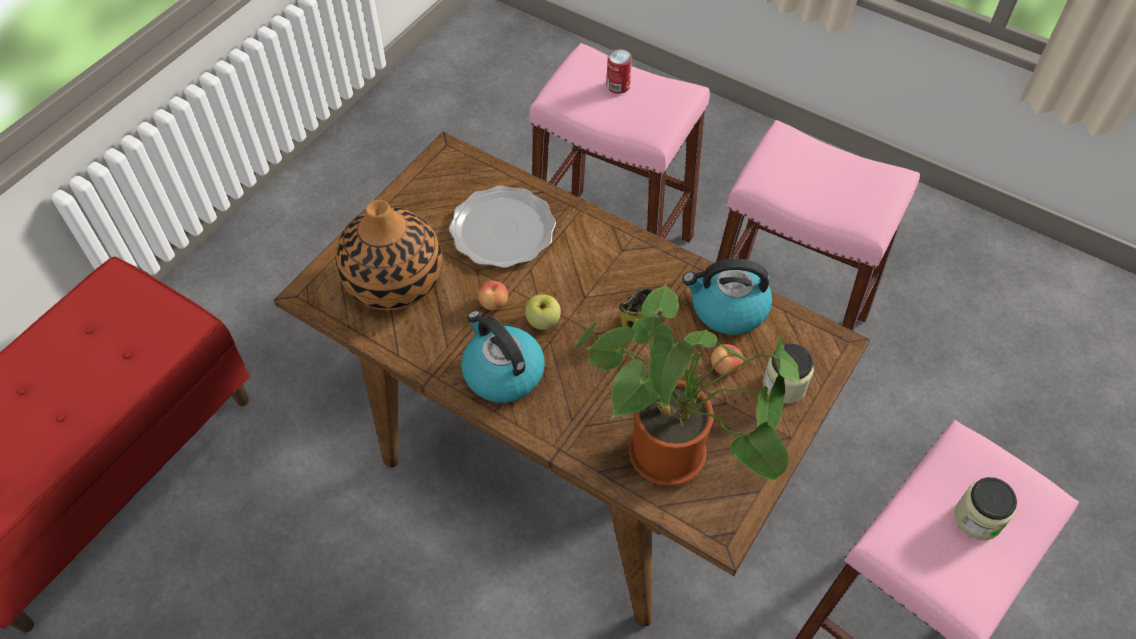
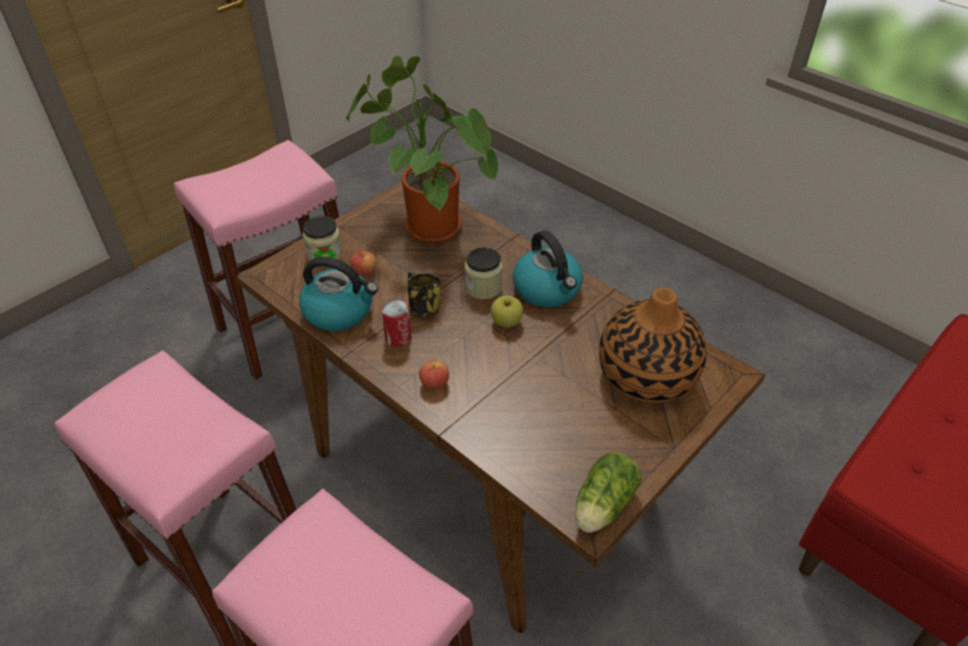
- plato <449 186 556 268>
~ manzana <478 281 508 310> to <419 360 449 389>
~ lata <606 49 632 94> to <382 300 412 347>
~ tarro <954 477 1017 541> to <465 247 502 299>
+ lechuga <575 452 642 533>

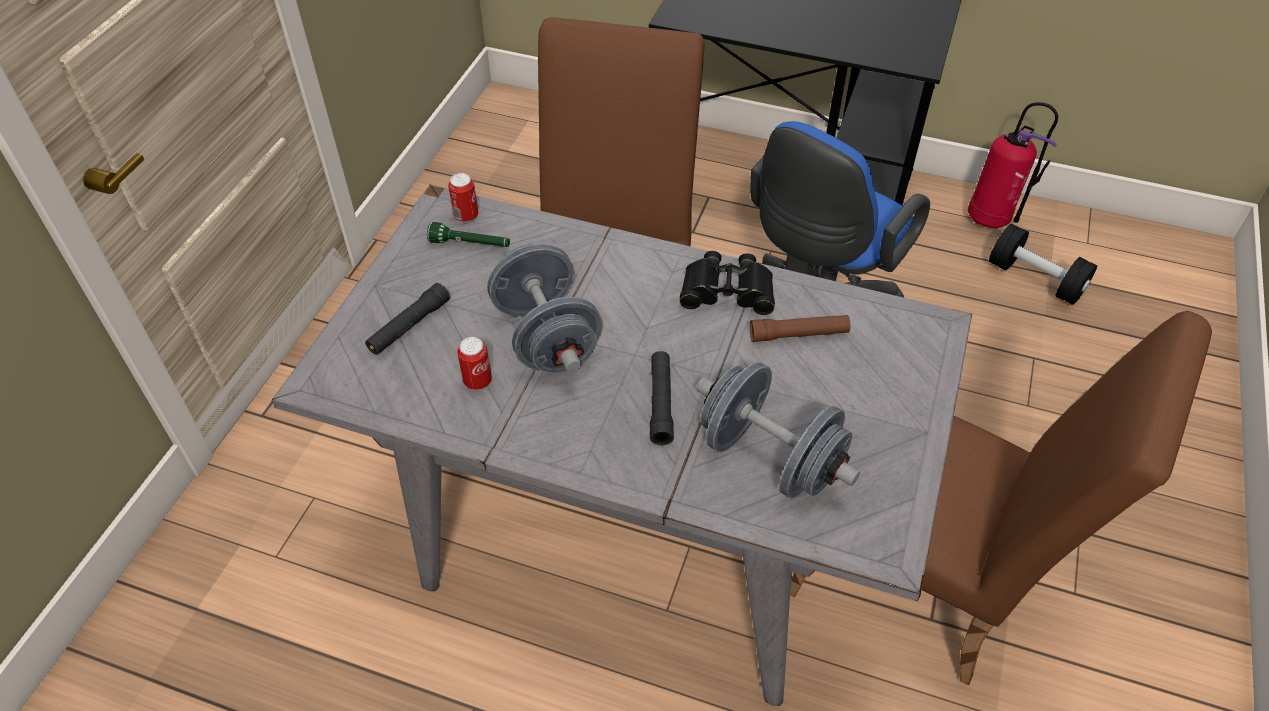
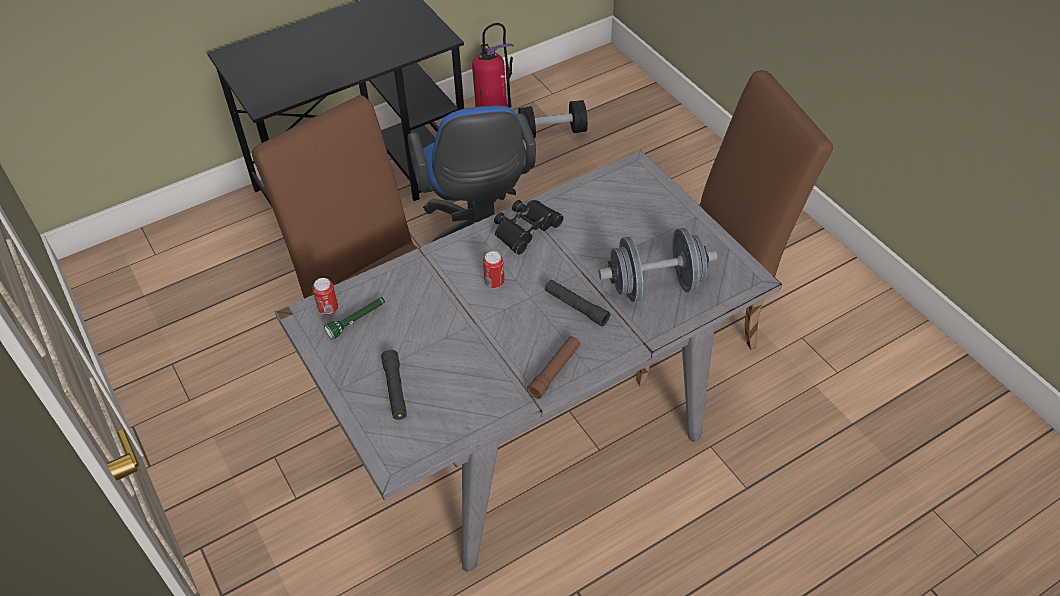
~ lata <457 337 492 390> to <483 251 505 288>
- mancuerna/gris <487 244 603 373>
~ linterna/marrón <750 315 850 342> to <527 336 580 399>

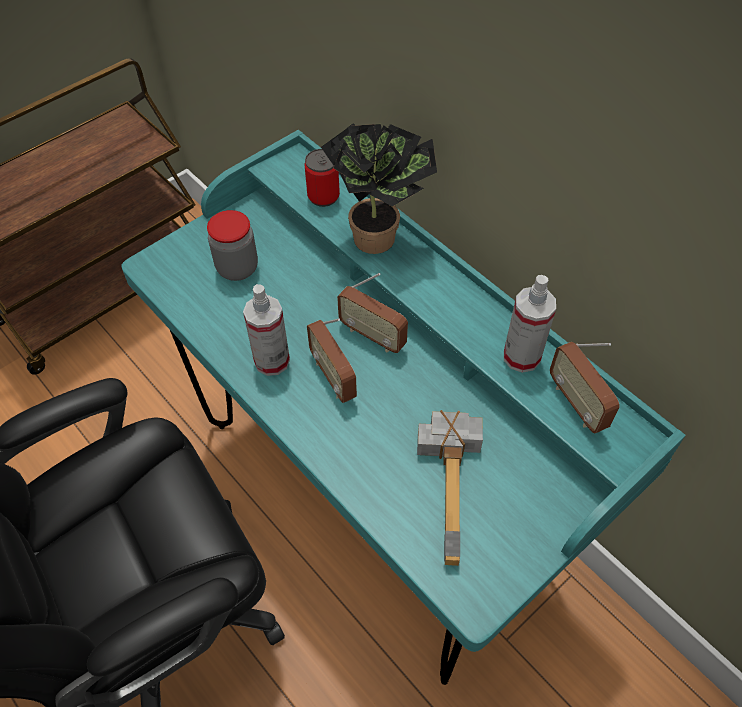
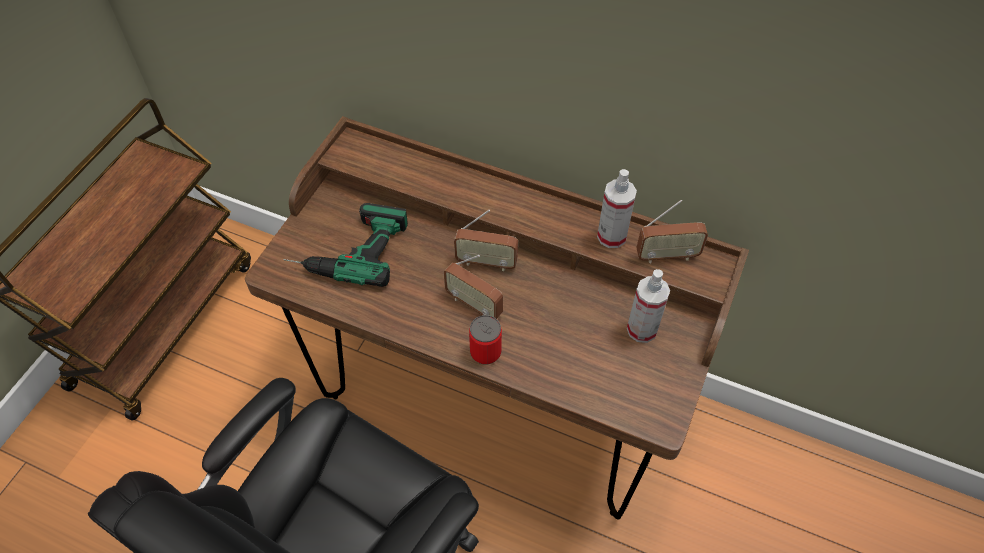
~ escritorio/turquesa <122 130 686 685> to escritorio/marrón <245 116 749 520>
~ tarro <207 210 258 281> to taladro <283 203 408 287>
~ pulverizador <243 284 290 376> to <627 269 670 343>
~ lata <305 149 340 207> to <469 315 502 365>
- planta en maceta <321 124 437 254>
- martillo <417 410 483 566>
~ radio <550 342 619 434> = <636 200 708 263> 45 degrees counterclockwise

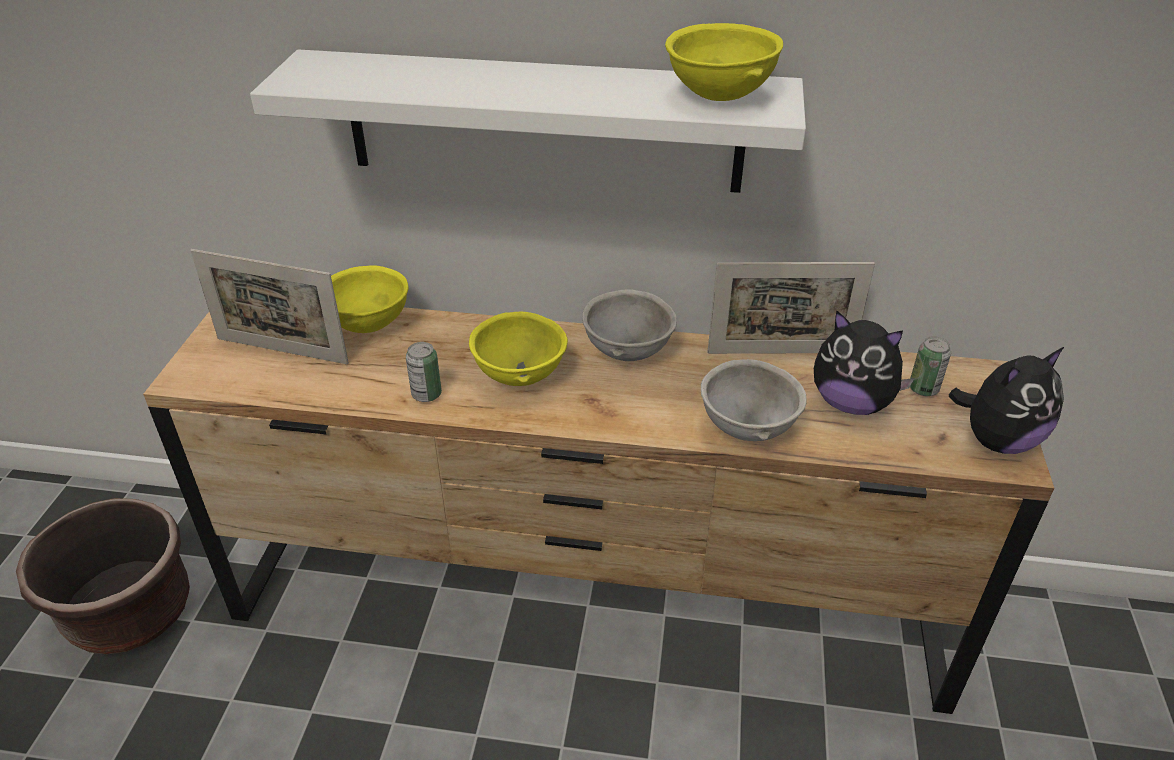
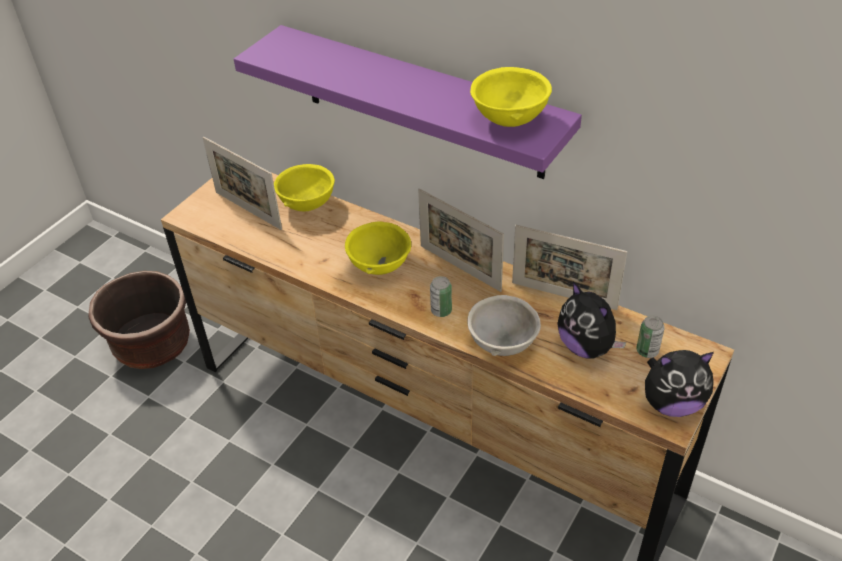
~ estante/blanco <250 49 806 193> to estante/morado <234 25 582 179>
~ lata <406 342 442 402> to <430 276 452 317>
~ cuenco/gris <582 289 677 361> to portarretratos <418 188 504 292>

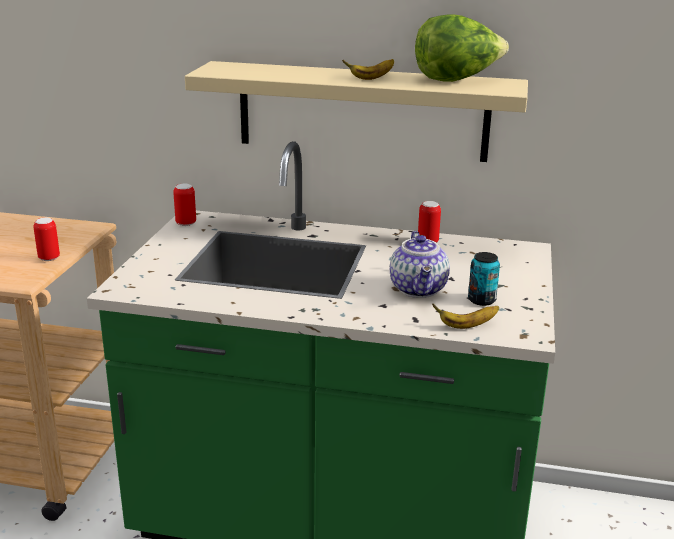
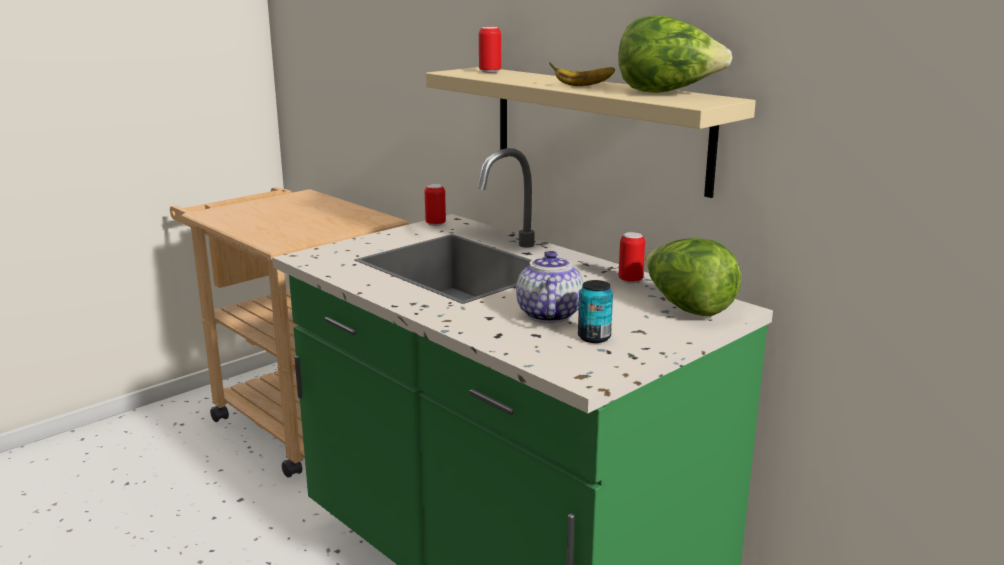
~ lata <33 217 60 261> to <479 27 501 73>
~ tetera <390 231 450 298> = <516 251 584 323> 150 degrees clockwise
- plátano <432 304 499 329>
+ lechuga <645 238 741 316>

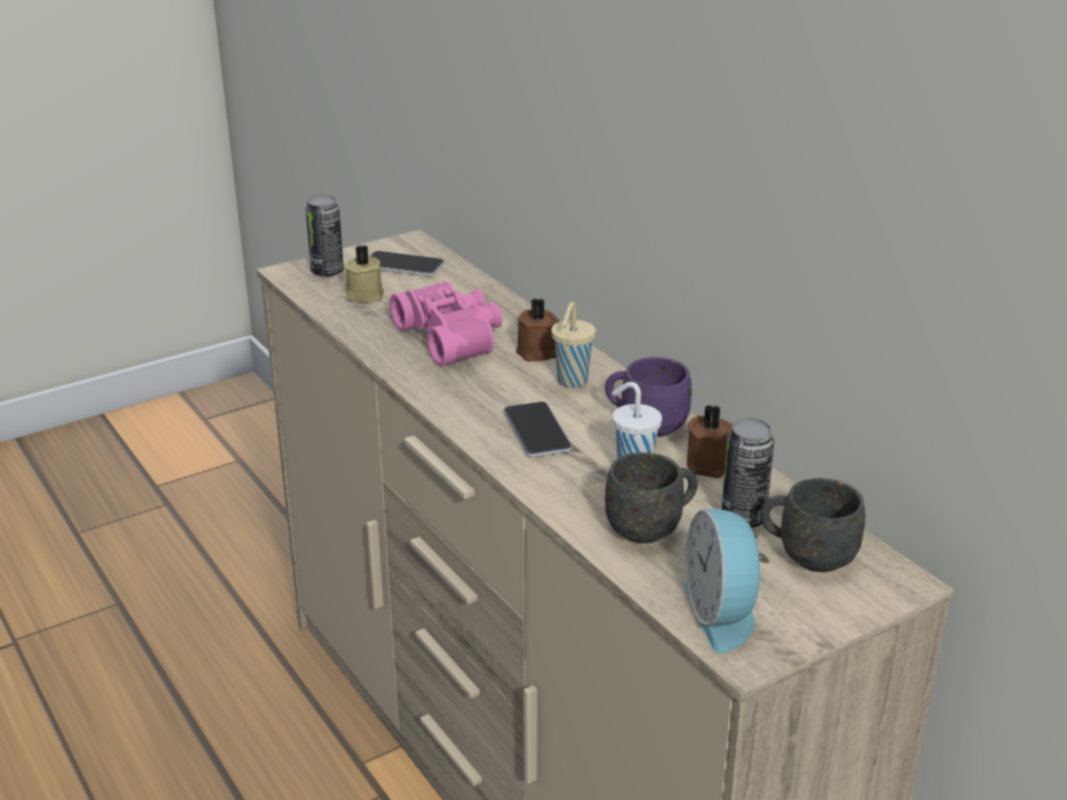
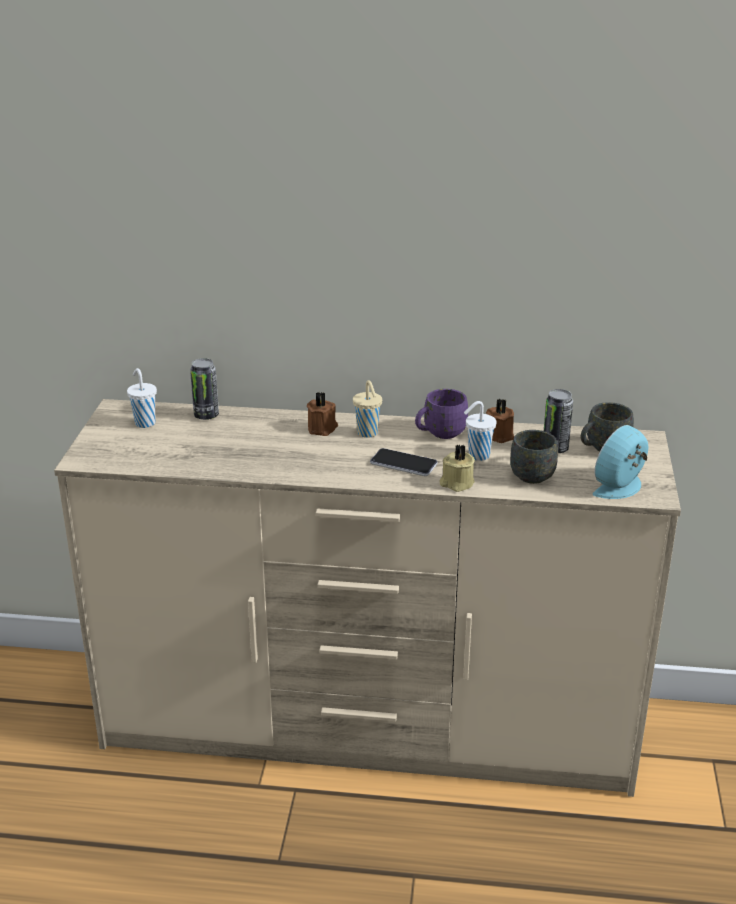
~ lata <305 195 344 277> to <190 358 219 420>
~ vela/beis <344 245 385 303> to <440 444 475 492>
~ móvil <371 251 444 277> to taza/blanco <127 368 157 428>
- prismáticos/rosa <390 281 502 366>
~ despertador <684 509 769 653> = <593 425 649 499> 105 degrees clockwise

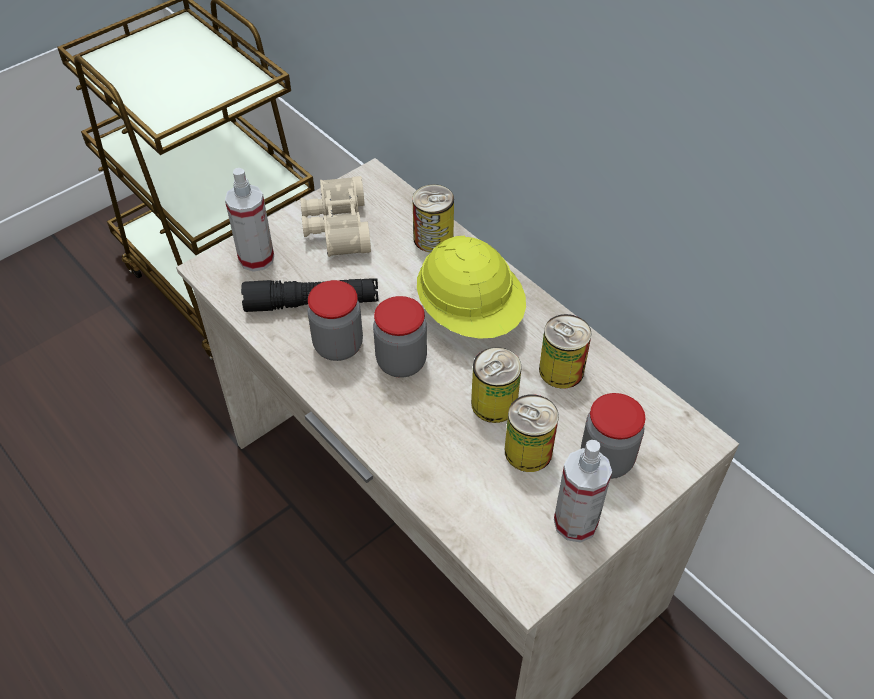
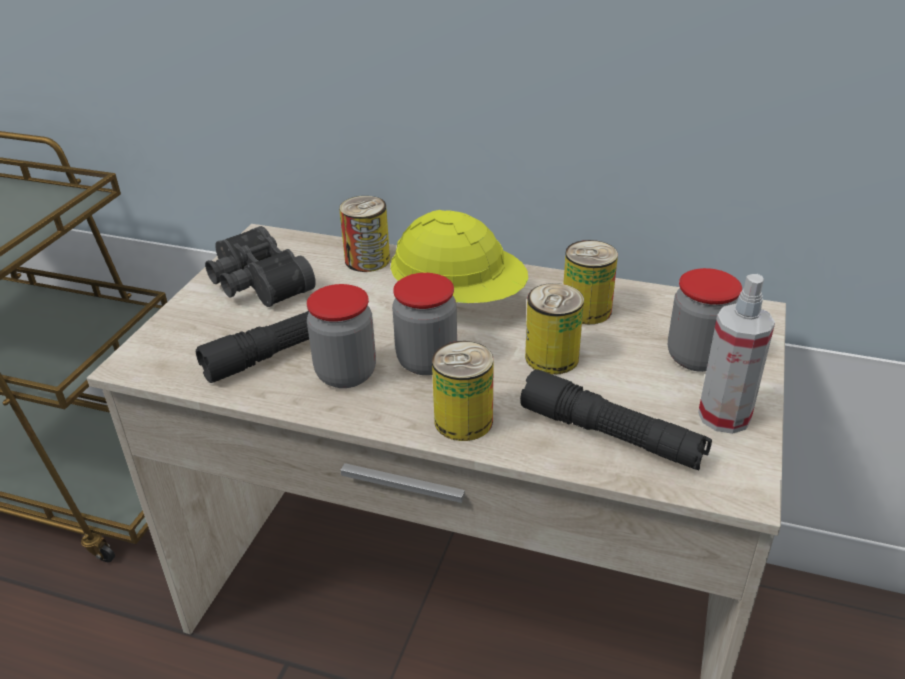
- pulverizador <225 168 274 272>
~ prismáticos/beis <300 176 371 257> to prismáticos/negro <205 226 316 307>
~ lata <505 395 559 472> to <432 341 494 441>
+ linterna/negro <520 369 712 470>

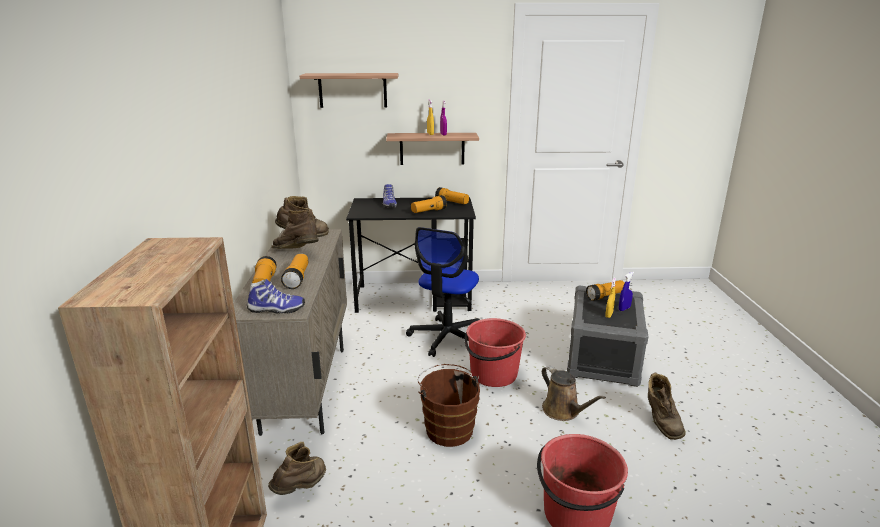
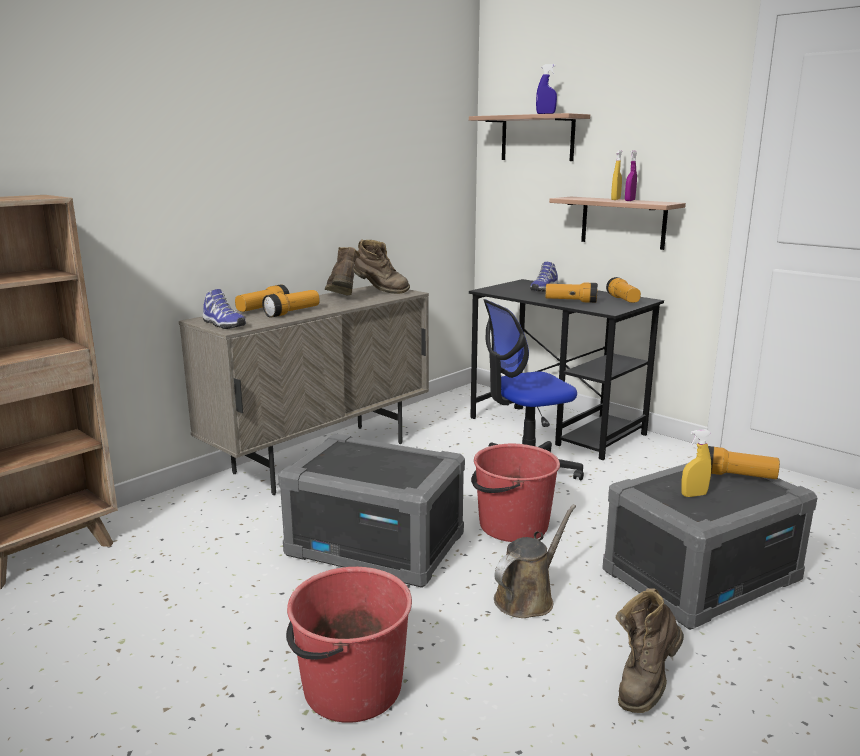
- bota/marrón <268 442 326 495>
~ cubo/marrón <418 364 480 447> to caja de almacenaje/gris <278 433 465 588>
~ regadera/marrón <542 365 606 421> = <494 504 576 618> 150 degrees counterclockwise
~ pulverizador/azul <619 272 634 311> to <536 64 557 114>

